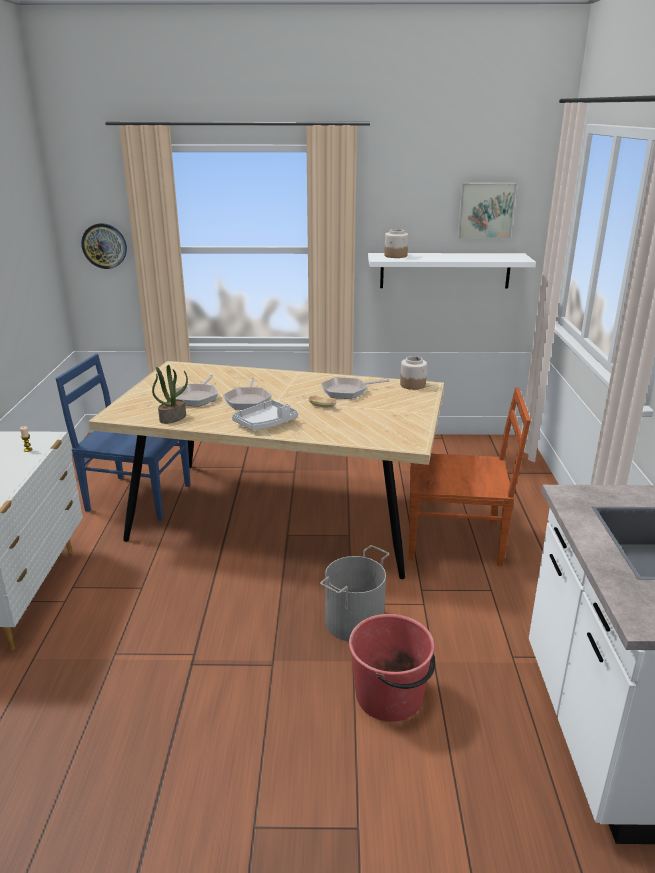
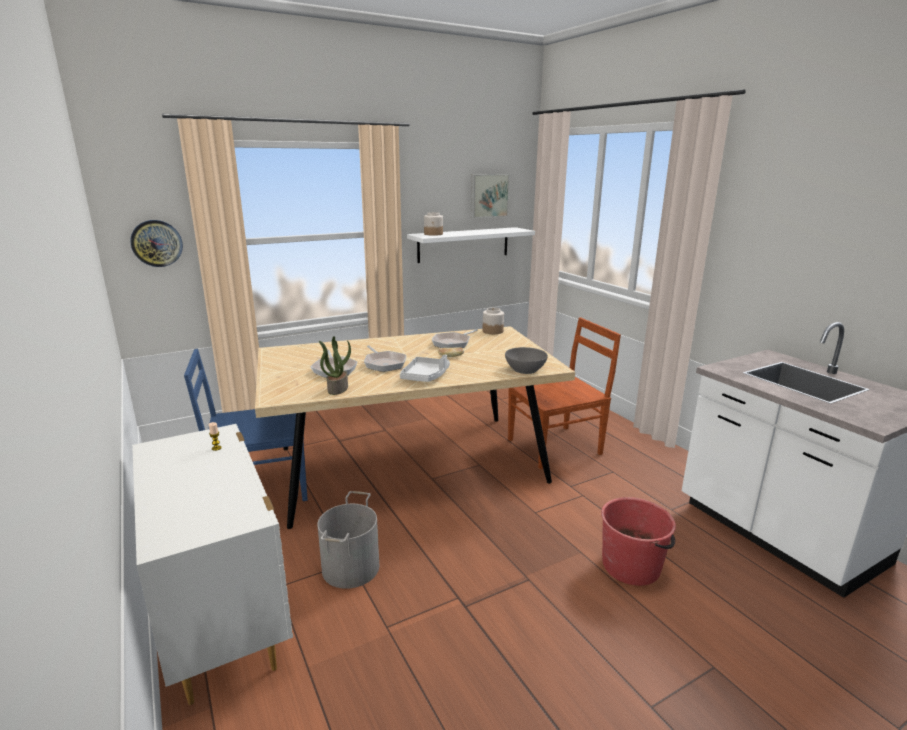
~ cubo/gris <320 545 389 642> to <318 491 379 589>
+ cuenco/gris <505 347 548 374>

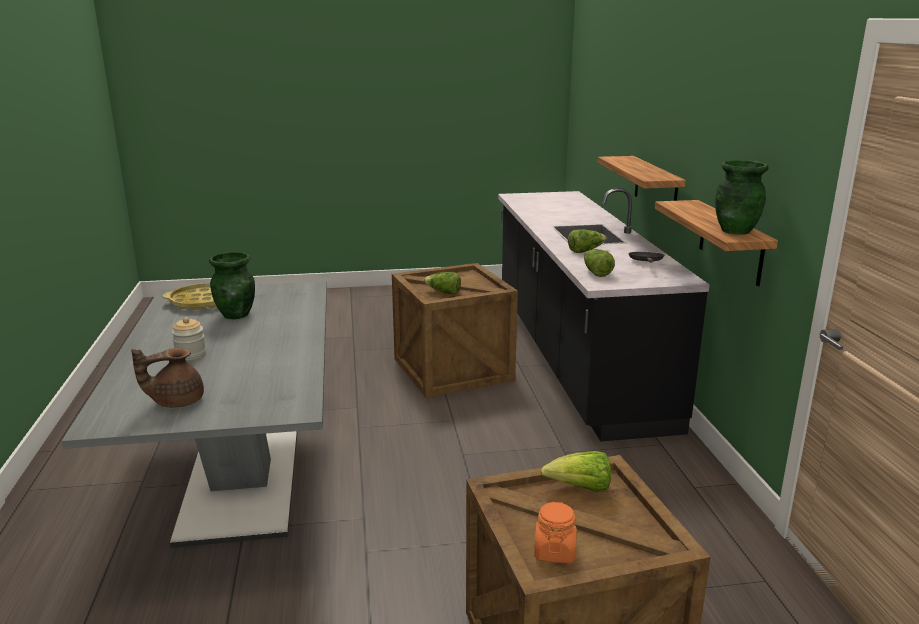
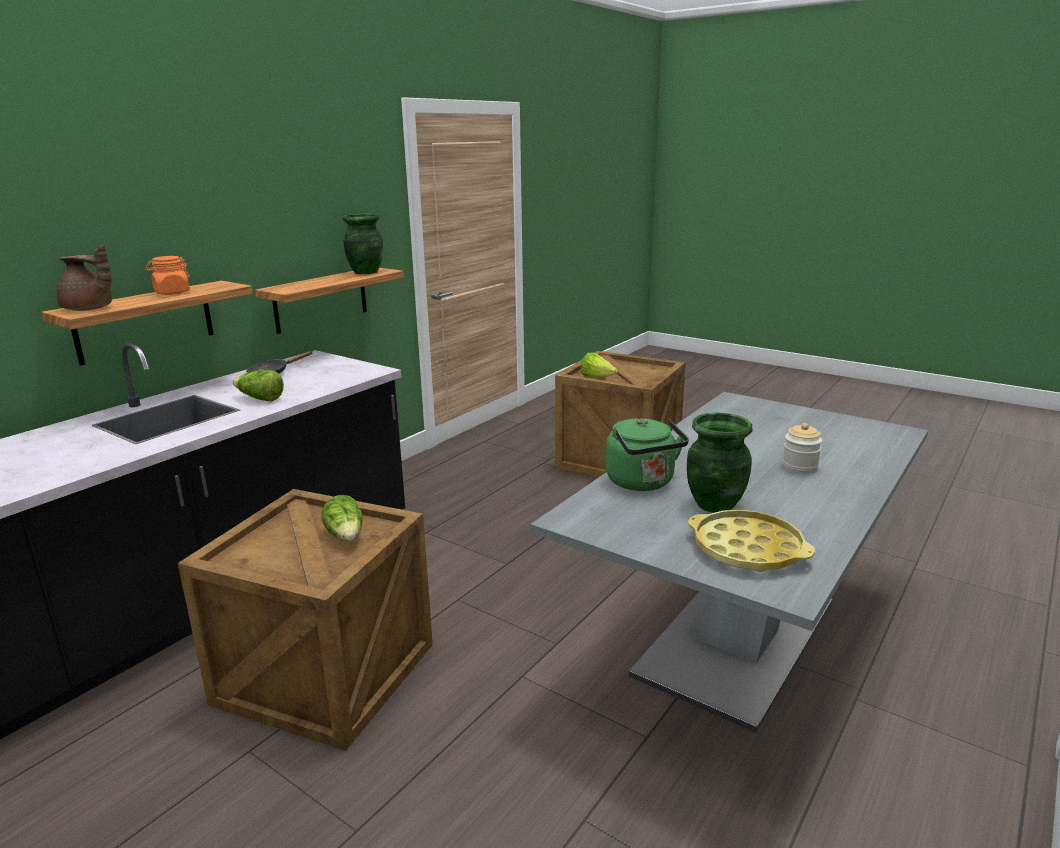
~ tetera/marrón <131 348 204 408> to <56 245 112 311>
~ tarro/naranja <534 502 577 563> to <145 256 190 295>
- lechuga <584 249 615 277>
+ hervidor/verde <606 418 689 491>

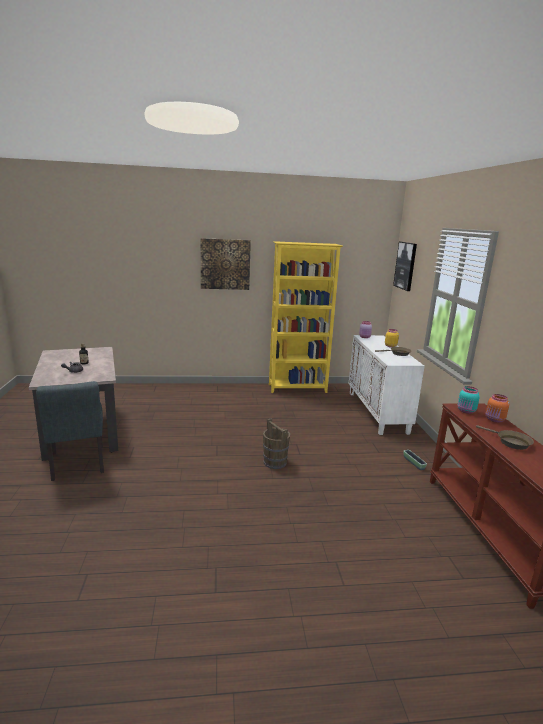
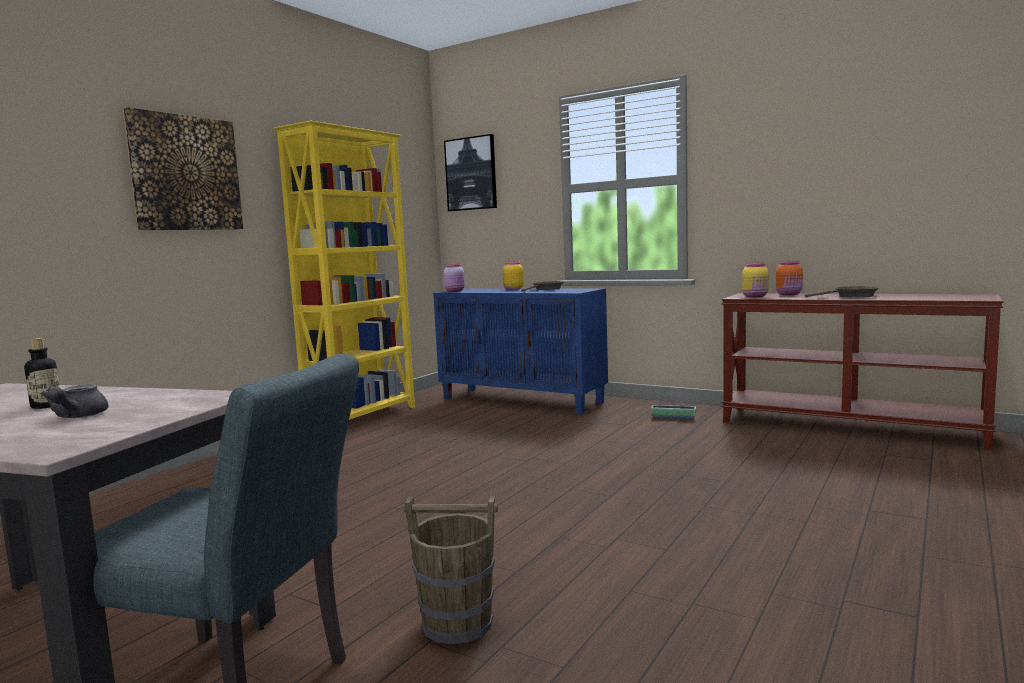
~ cubo/marrón <263 418 290 469> to <404 496 498 644>
~ armario/blanco <348 335 425 435> to armario/azul <433 288 608 414>
~ tarro/turquesa <458 386 480 414> to tarro/amarillo <742 263 769 297>

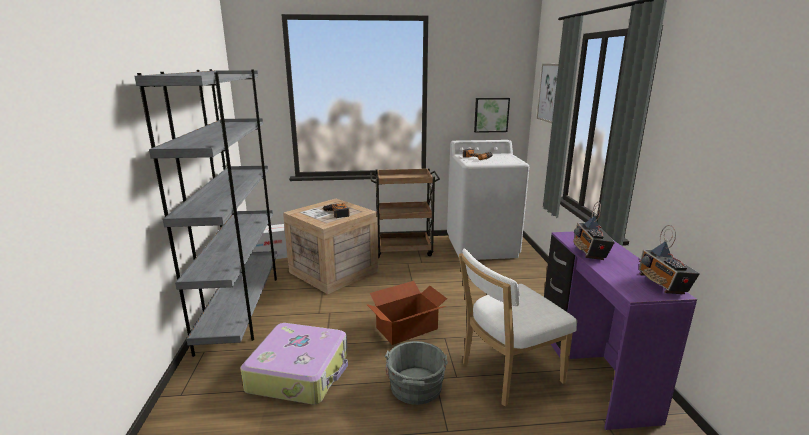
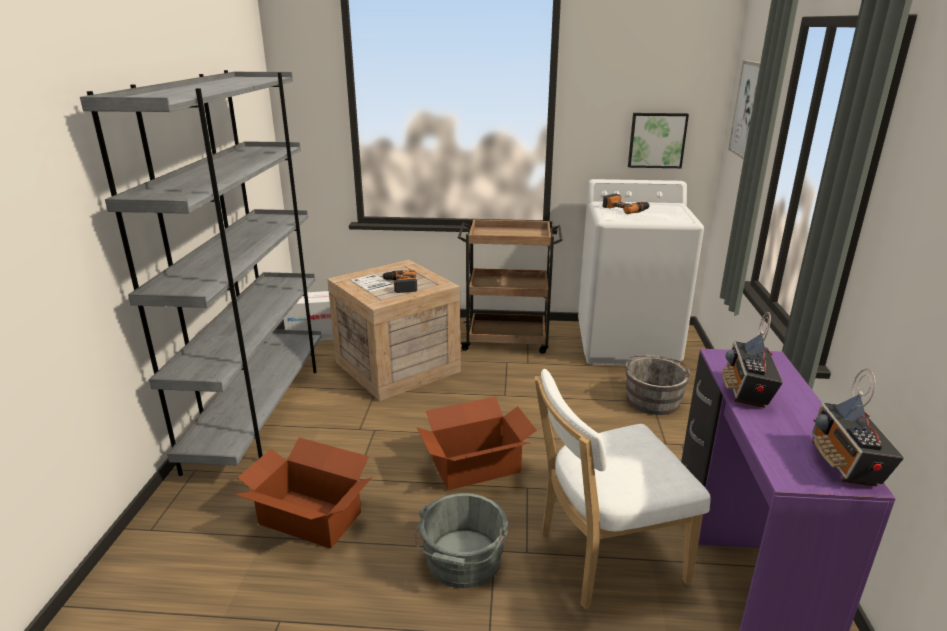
~ maleta <241 323 348 405> to caja de cartón <234 437 372 549>
+ cubo/gris <625 354 691 415>

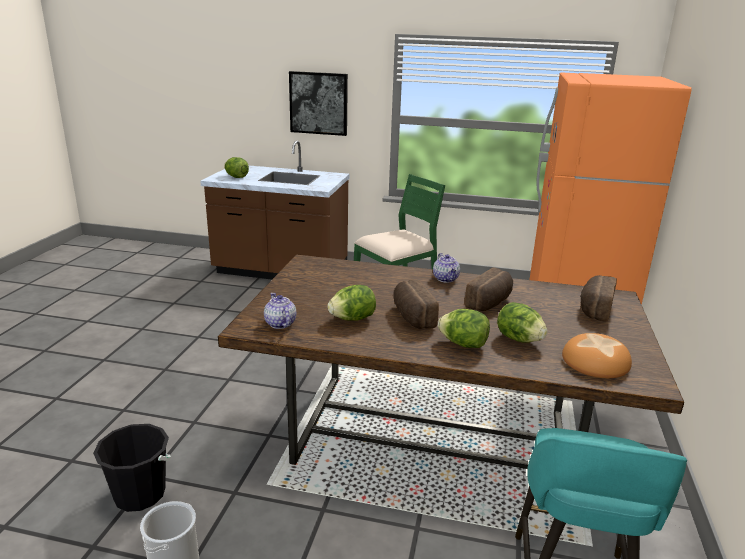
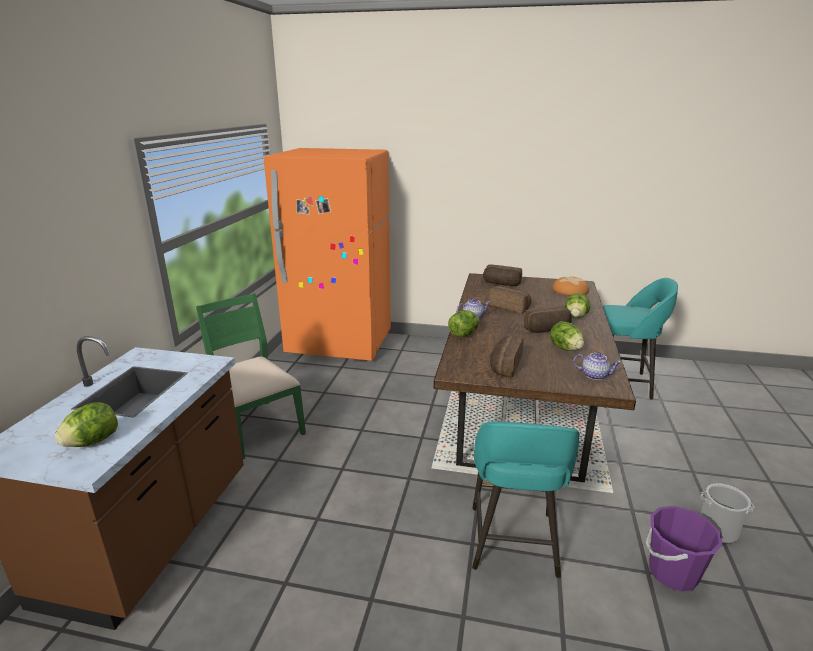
~ cubo/negro <93 424 171 512> to cubo/morado <646 506 723 592>
~ tetera <264 293 296 329> = <573 352 622 380> 135 degrees counterclockwise
- cuadro <289 71 348 136>
~ lechuga <497 302 548 343> to <448 310 480 337>
+ taburete/turquesa <472 421 580 578>
+ pan <490 336 524 378>

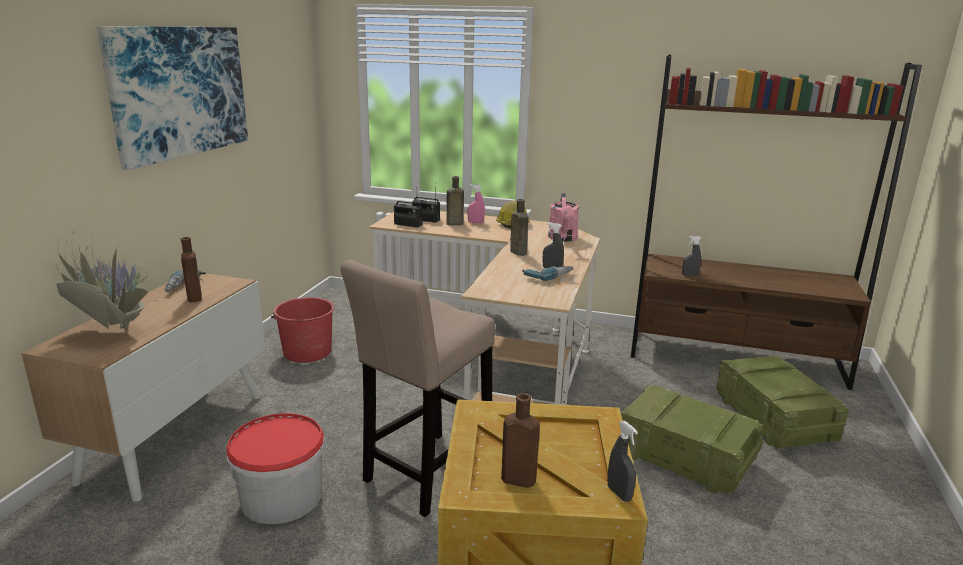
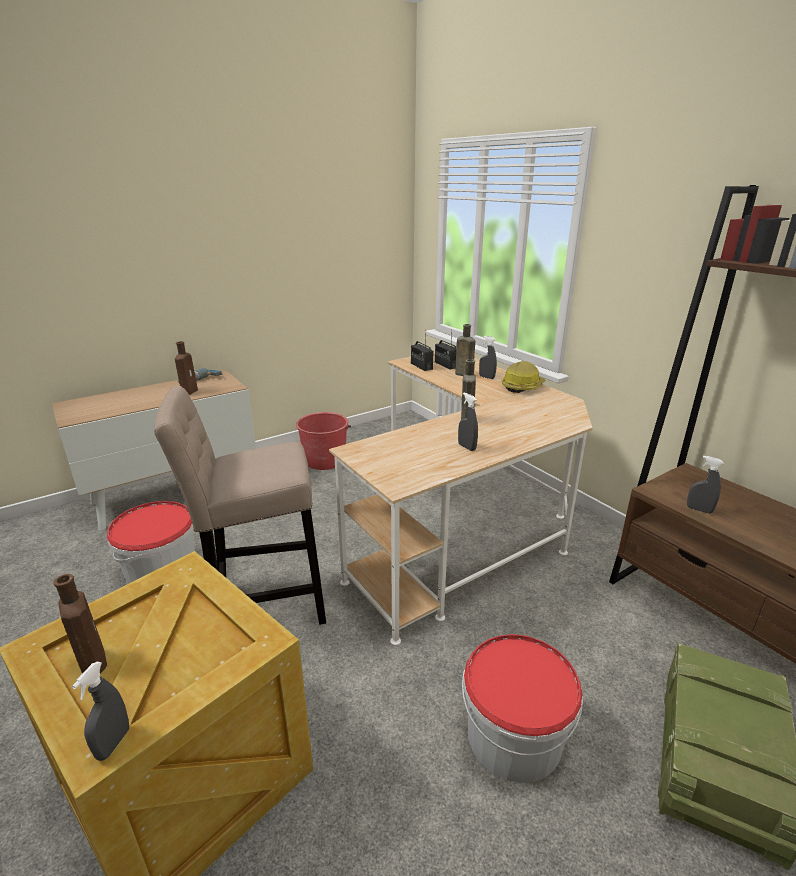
- planta en maceta <56 231 158 330>
- cuadro <97 26 248 170>
~ pulverizador/rosa <467 184 485 223> to pulverizador/gris <479 336 497 379>
- taladro <522 266 573 281>
- regadera/rosa <548 193 579 242>
~ caja de embalaje <621 385 763 495> to cubo <462 634 583 783>

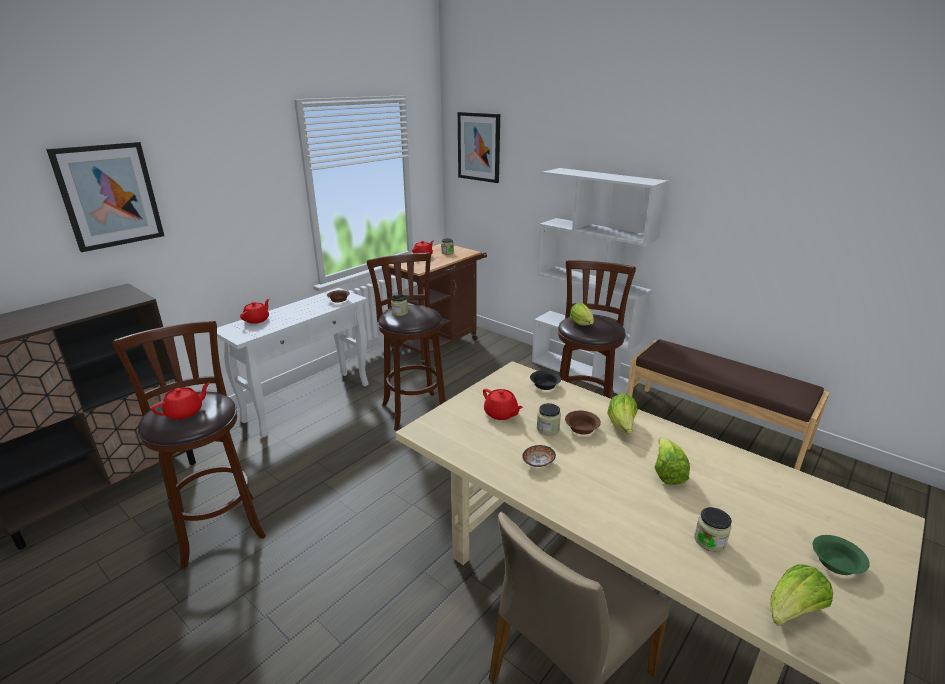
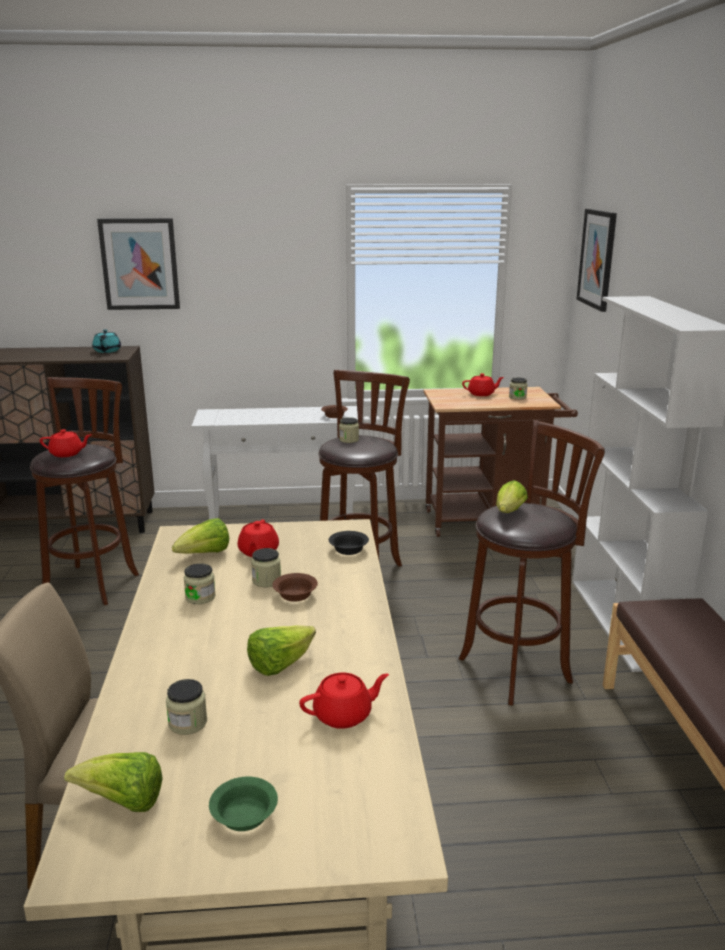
~ tetera/rojo <240 299 269 324> to <299 673 389 729>
~ cuenco <522 445 556 467> to tarro <184 564 216 604>
~ lechuga <607 393 638 434> to <172 518 229 554>
+ tetera/turquesa <92 329 121 353>

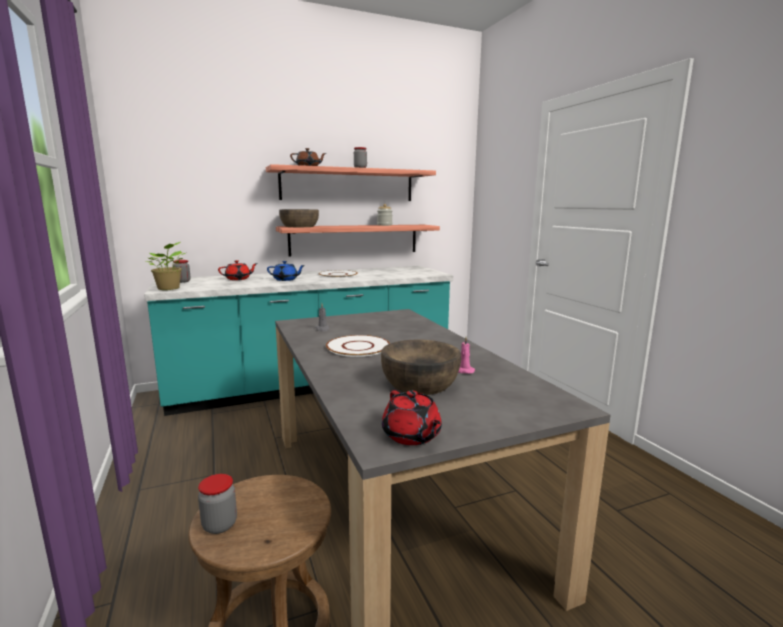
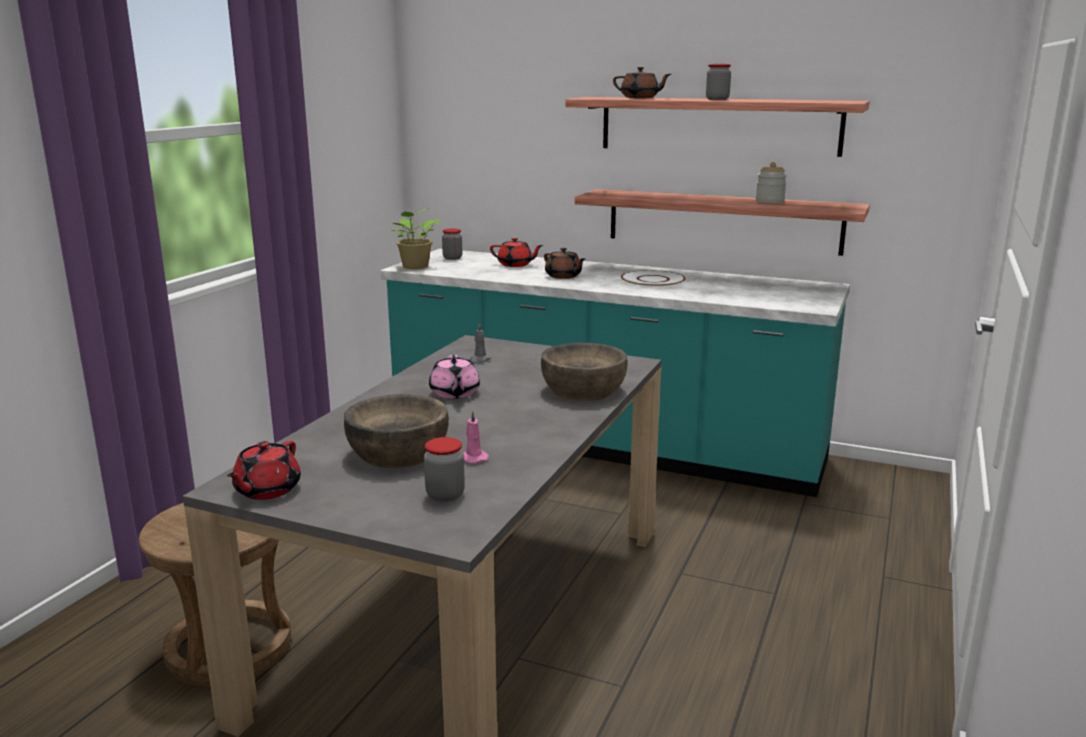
~ tarro <198 474 237 534> to <424 437 465 502>
~ tetera/azul <267 261 305 281> to tetera/marrón <544 248 585 279>
~ cuenco/marrón <279 209 319 227> to <541 343 628 401>
~ plato/blanco <326 335 390 357> to tetera/rosa <429 355 480 399>

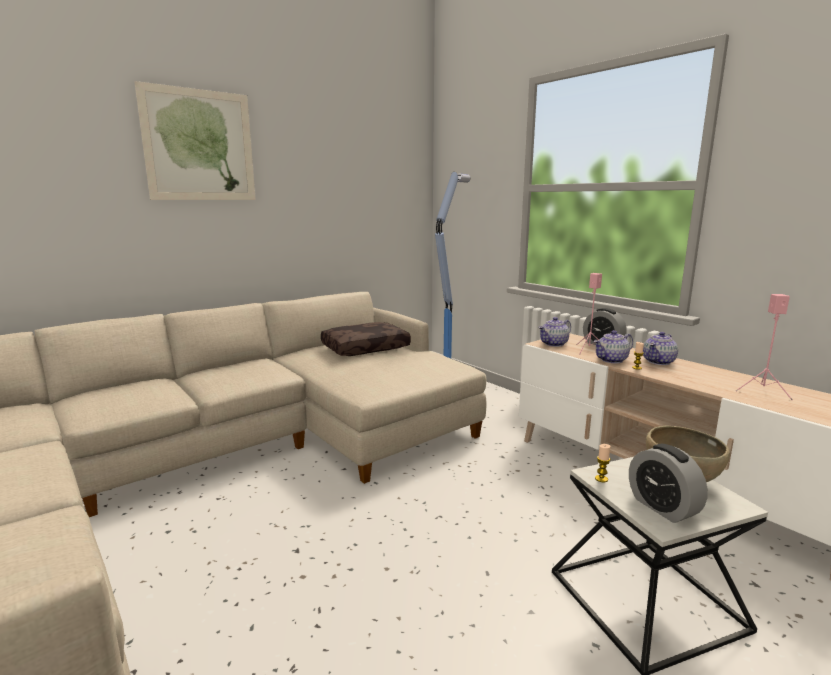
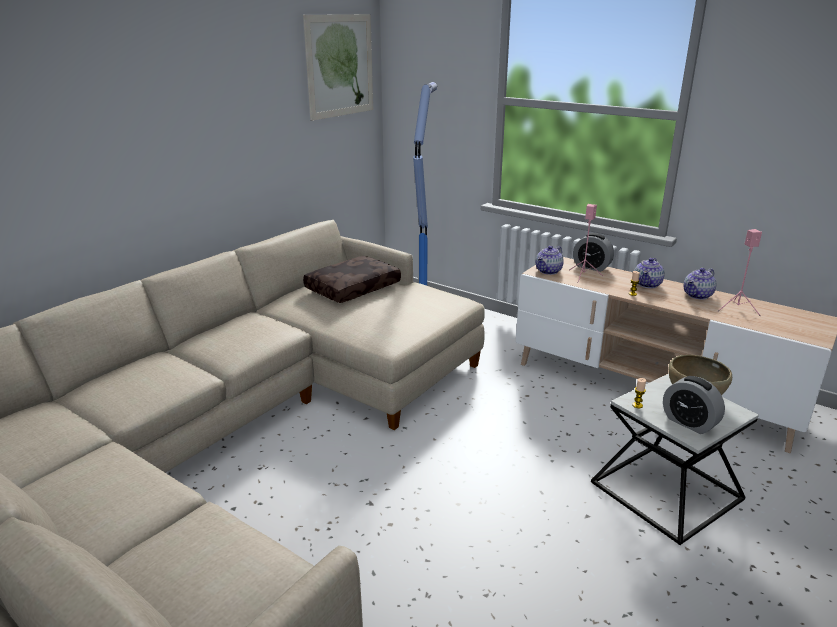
~ cuadro <134 81 256 200> to <303 14 373 121>
~ tetera <593 330 633 363> to <684 268 716 300>

